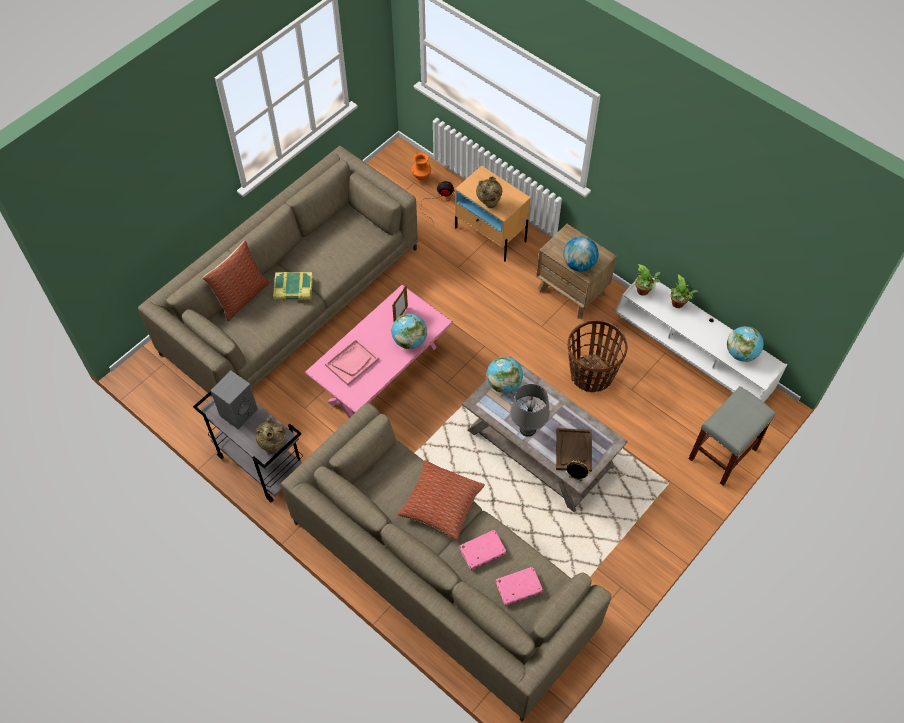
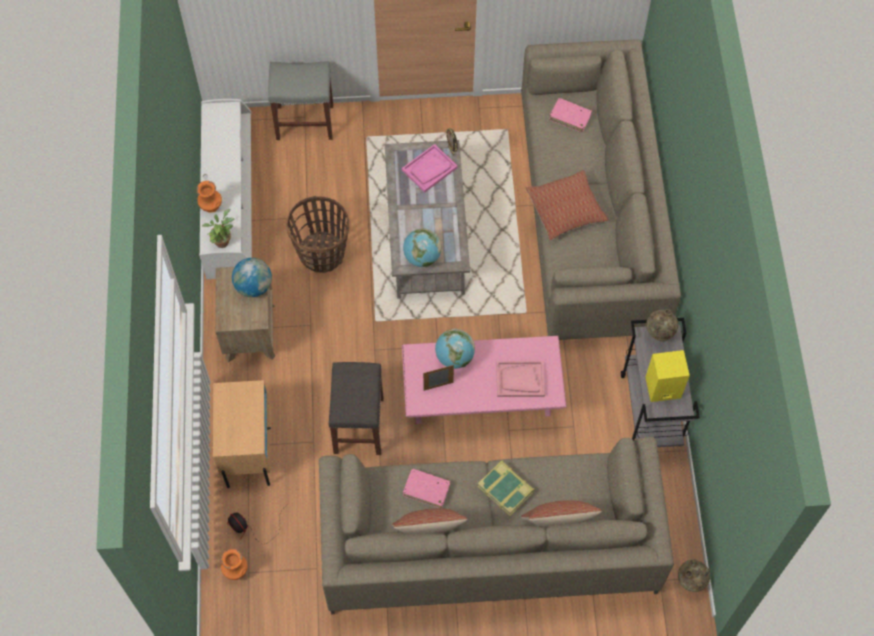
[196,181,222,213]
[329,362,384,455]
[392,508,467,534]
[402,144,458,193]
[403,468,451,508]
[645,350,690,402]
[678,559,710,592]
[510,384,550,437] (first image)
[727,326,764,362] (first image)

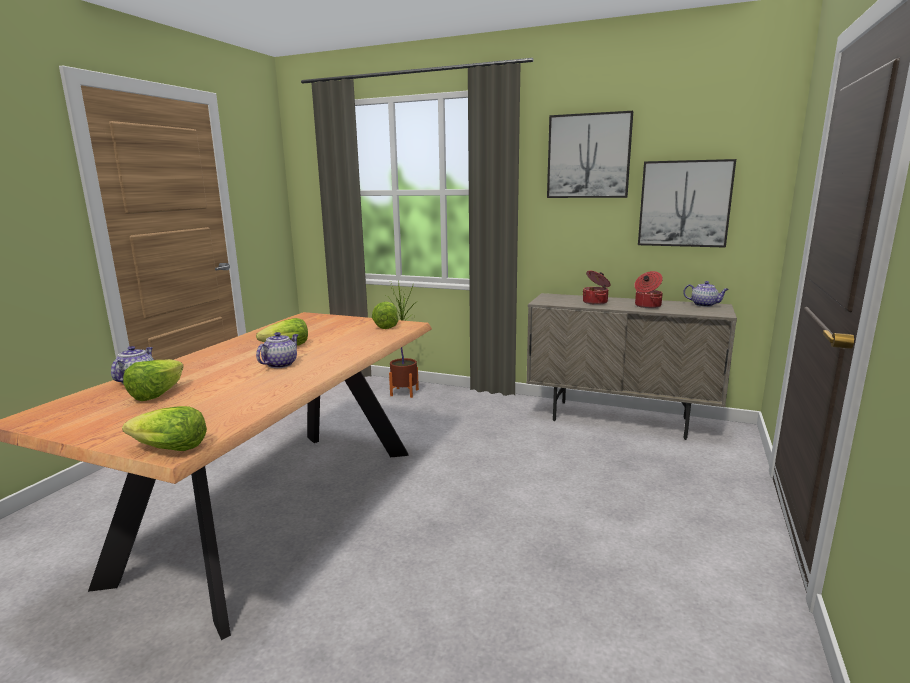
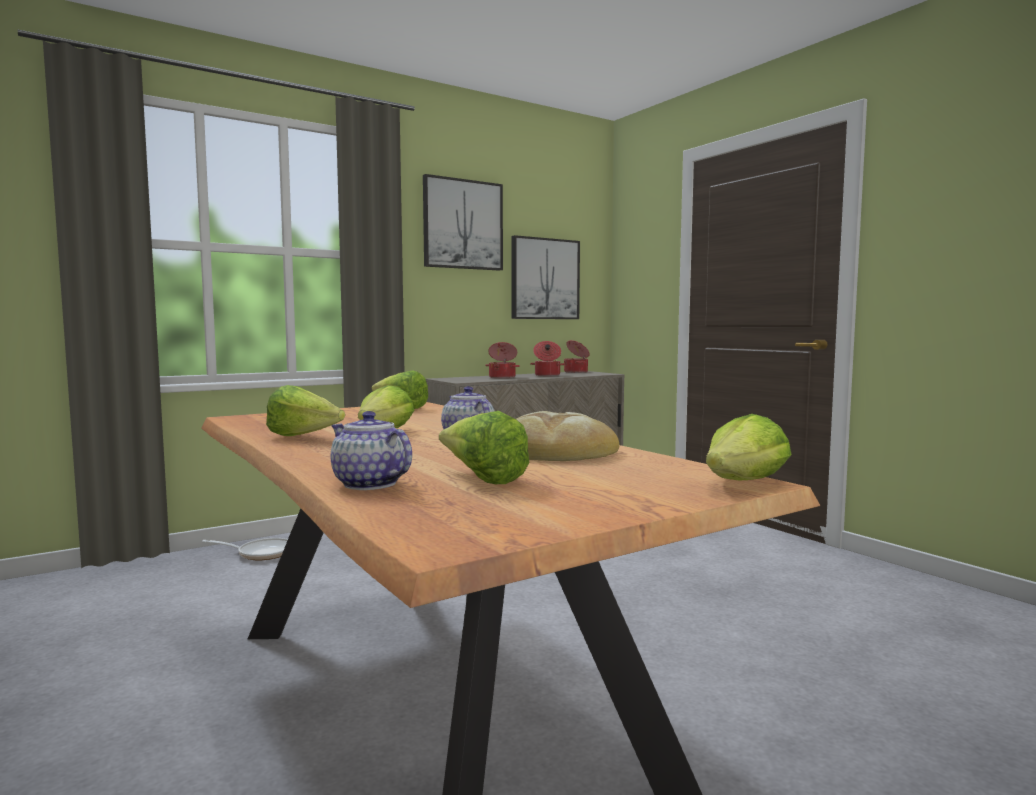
[202,538,288,560]
[266,385,345,436]
[516,411,619,461]
[564,340,590,373]

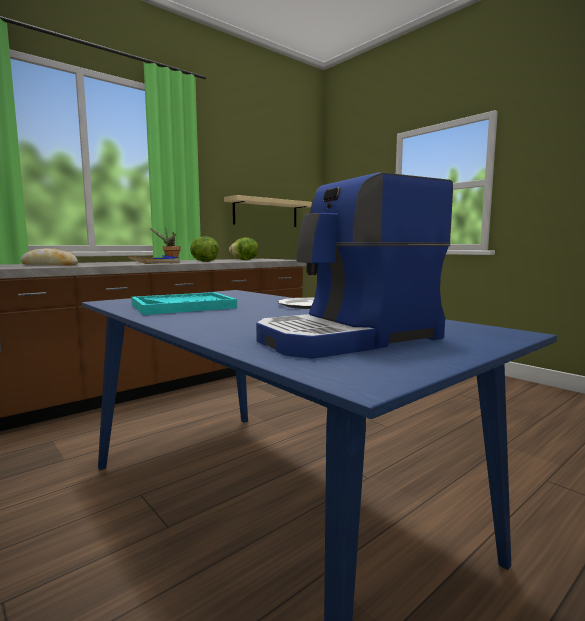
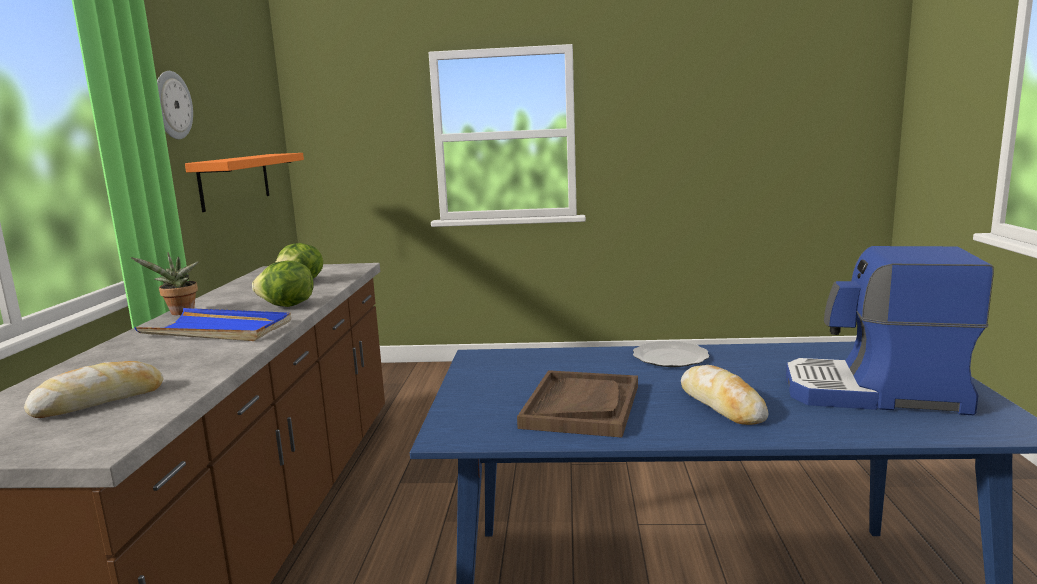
[157,71,193,139]
[185,153,304,212]
[517,370,638,438]
[681,365,768,425]
[786,246,994,415]

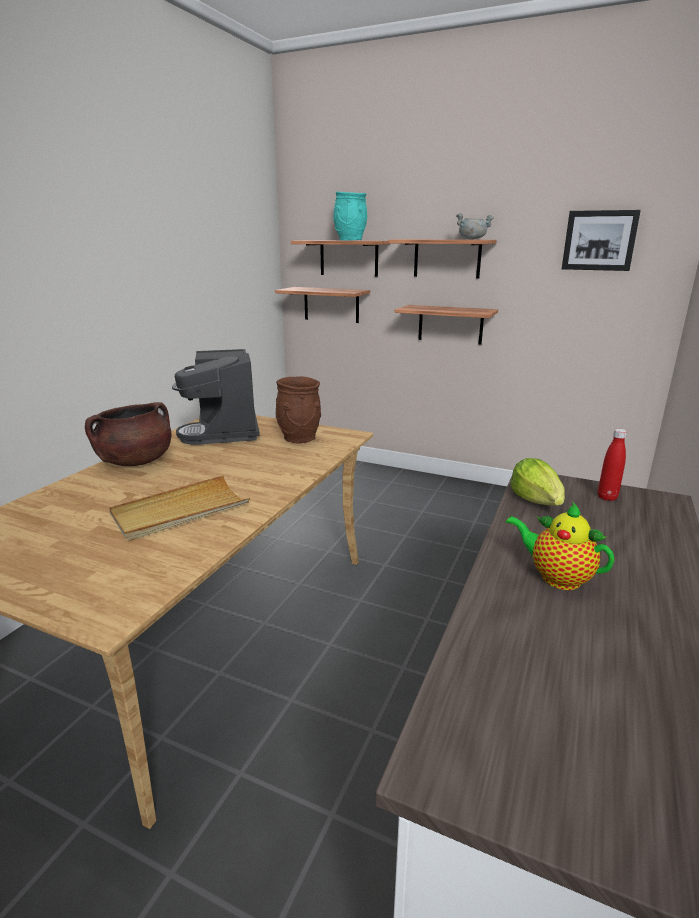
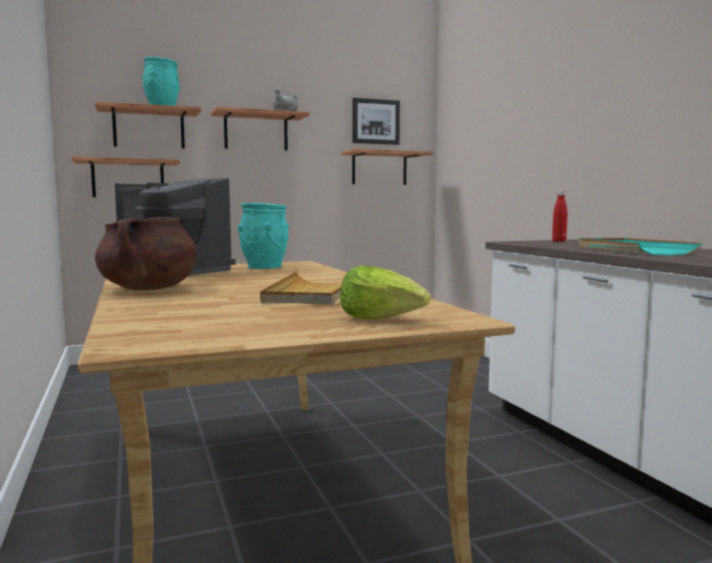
[238,203,289,269]
[340,265,431,319]
[341,149,433,185]
[578,238,702,256]

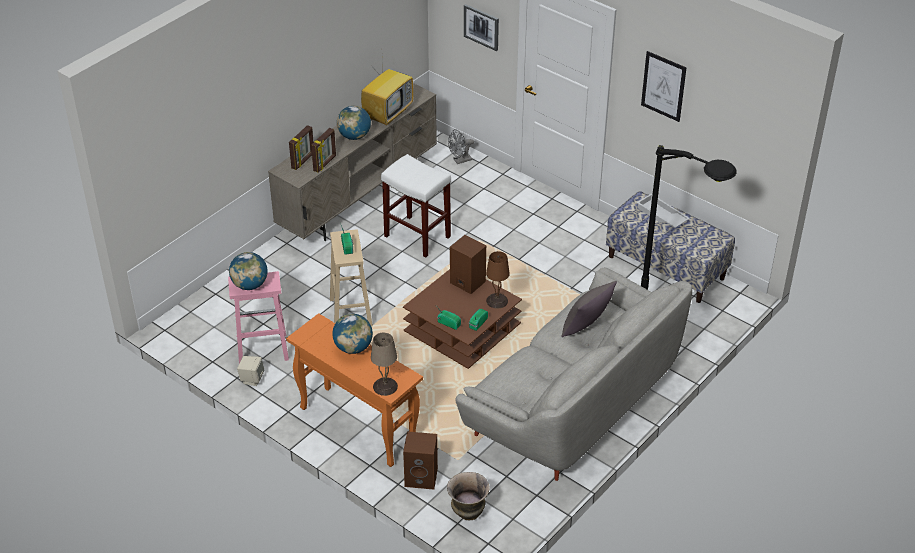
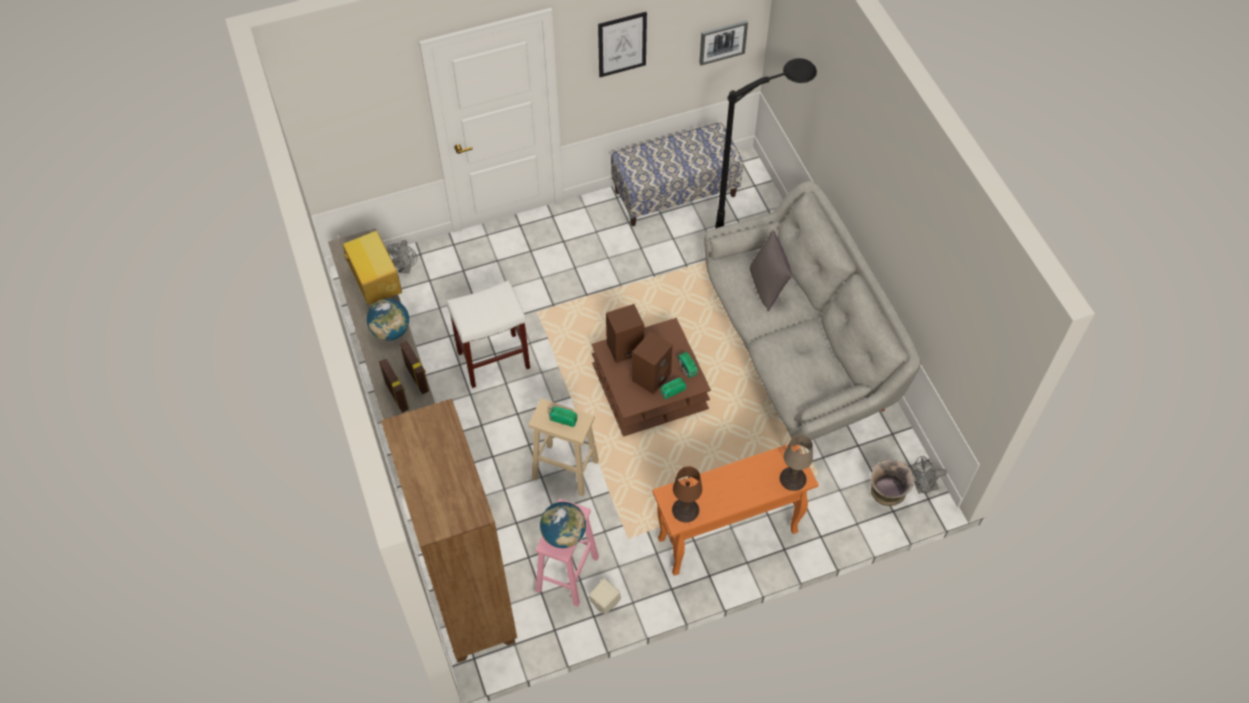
[381,399,517,663]
[632,331,673,394]
[672,466,702,522]
[699,20,748,65]
[912,456,947,494]
[332,314,373,354] (first image)
[637,194,690,228] (first image)

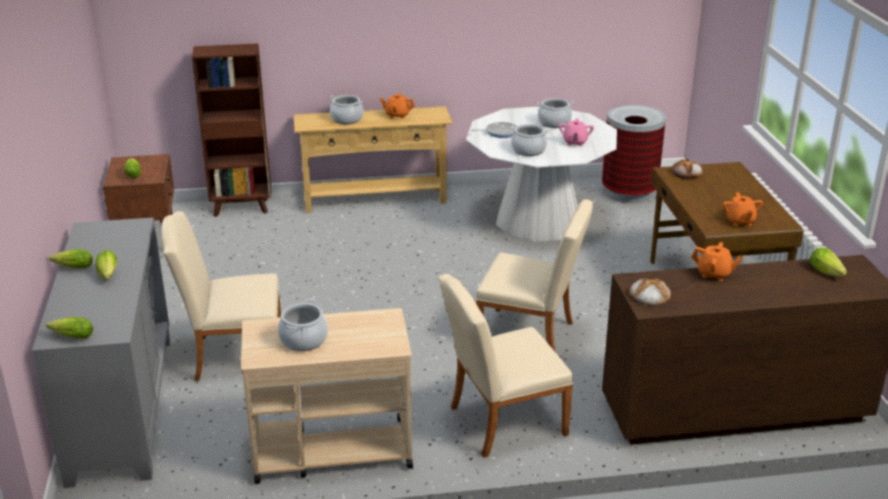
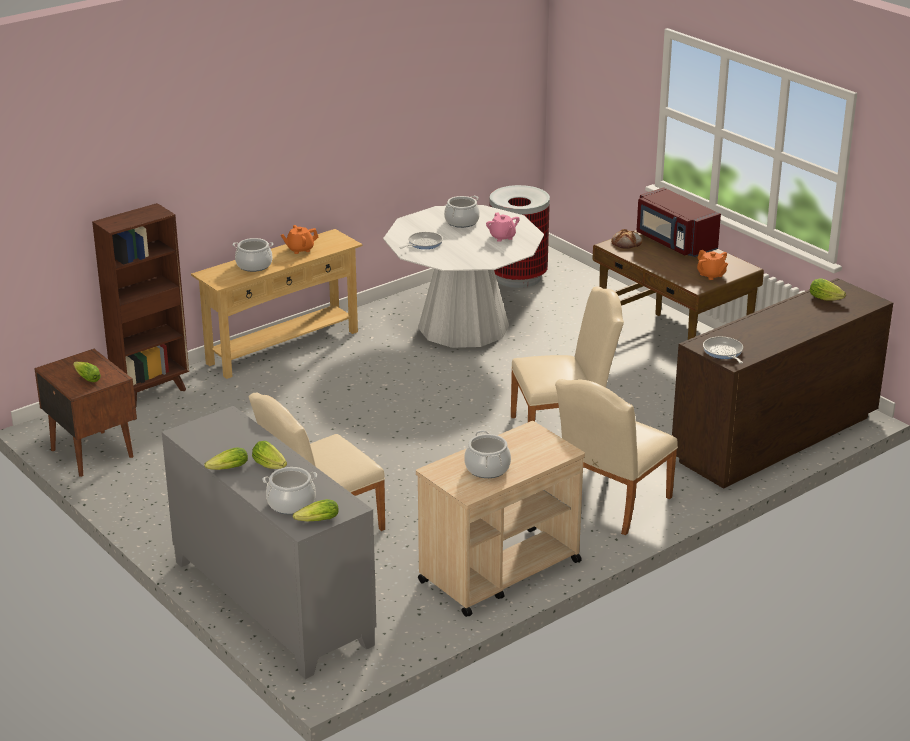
[263,467,317,515]
[637,187,721,257]
[703,337,743,364]
[691,242,743,281] (first image)

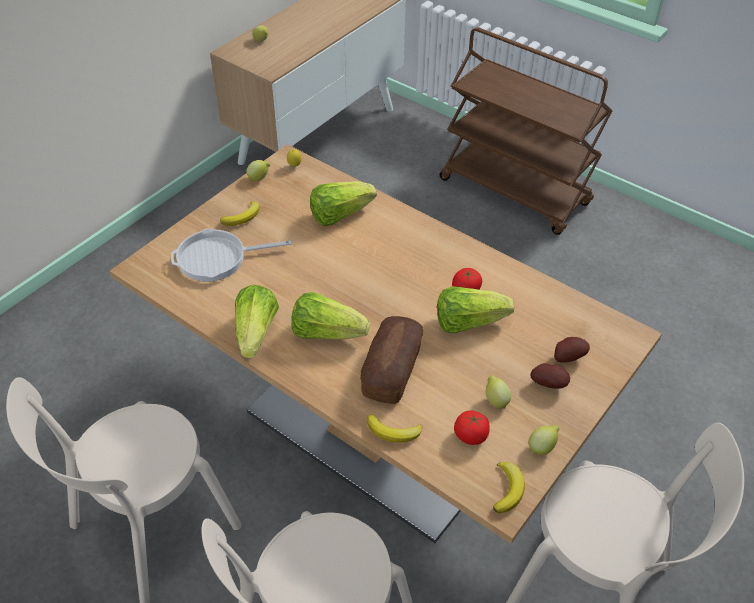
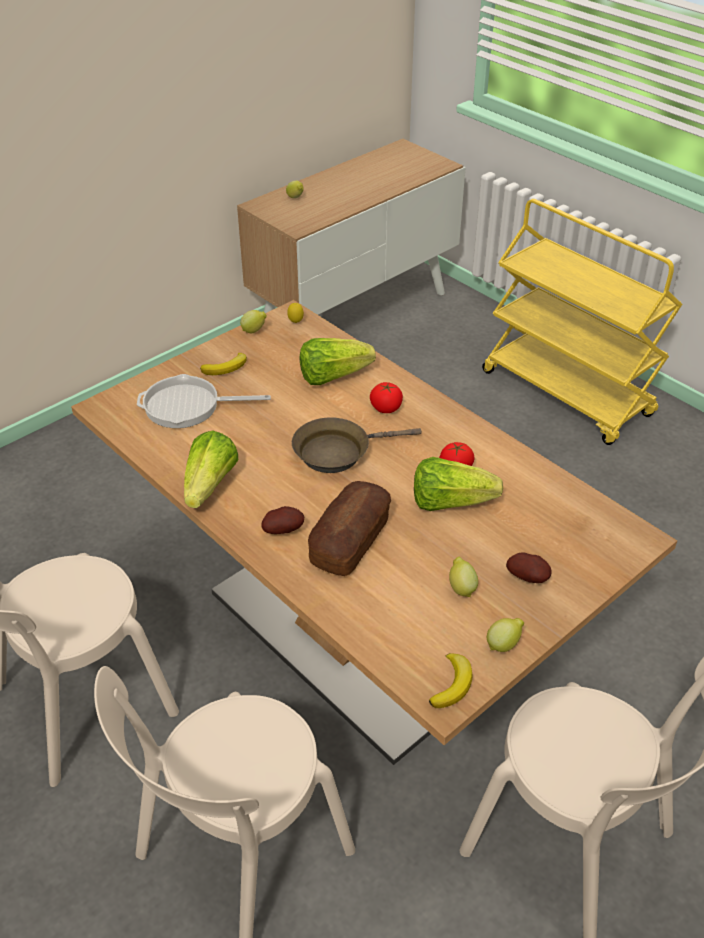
[262,506,304,534]
[292,417,422,473]
[370,382,403,413]
[482,199,682,445]
[291,292,370,339] (first image)
[367,414,422,443] (first image)

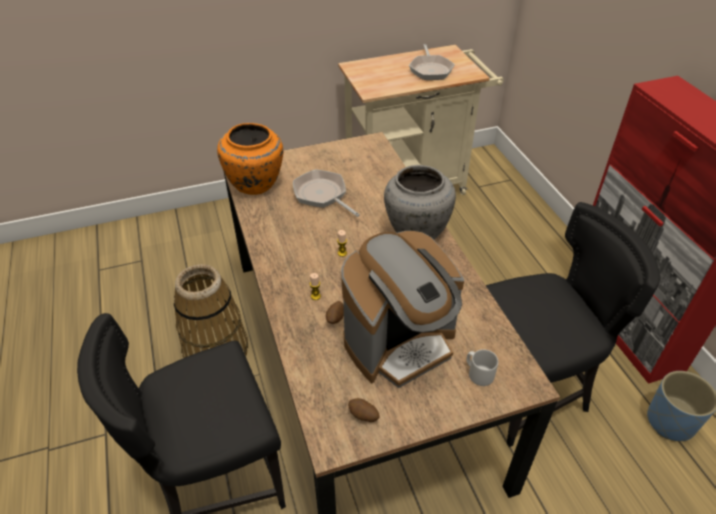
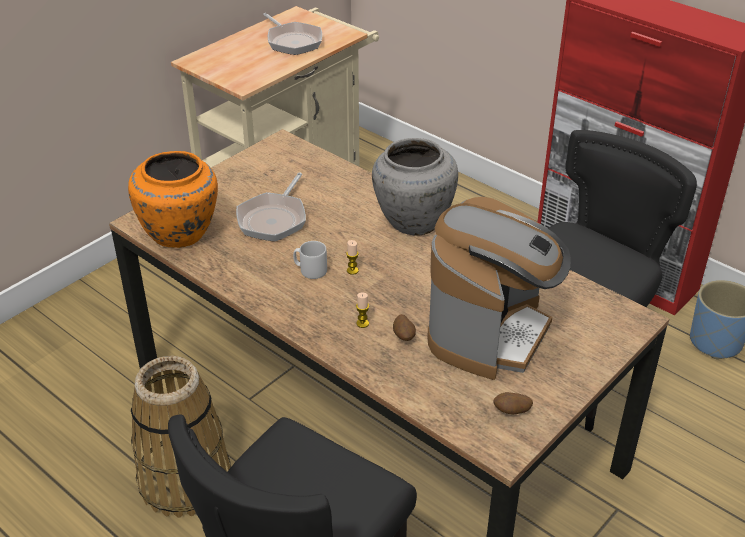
[236,173,306,242]
[293,241,327,279]

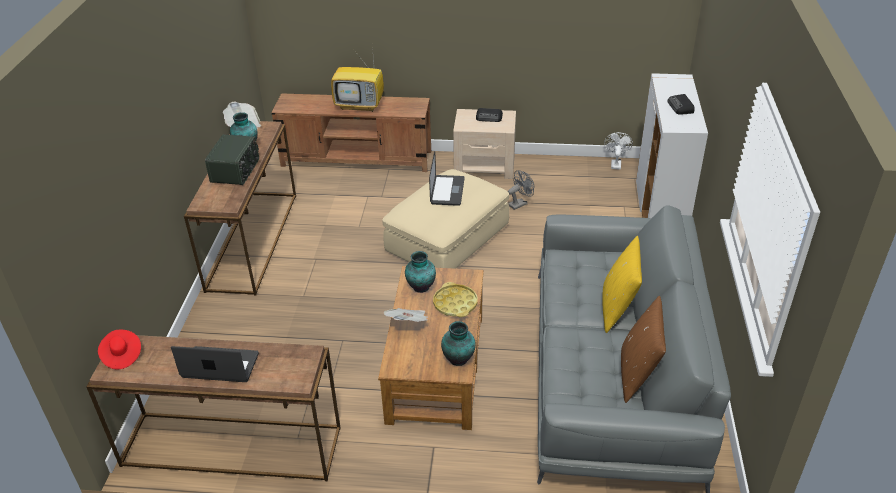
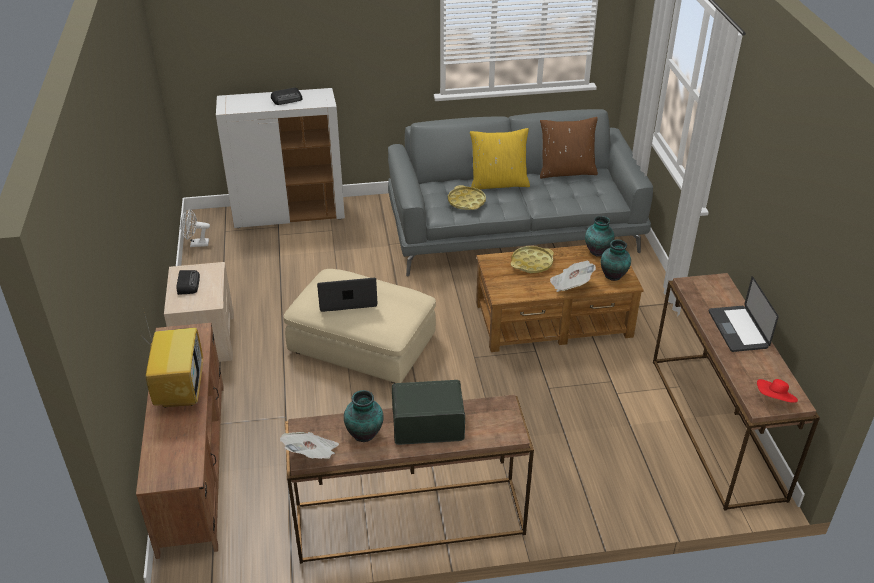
[448,185,486,210]
[601,239,631,281]
[508,170,534,210] (first image)

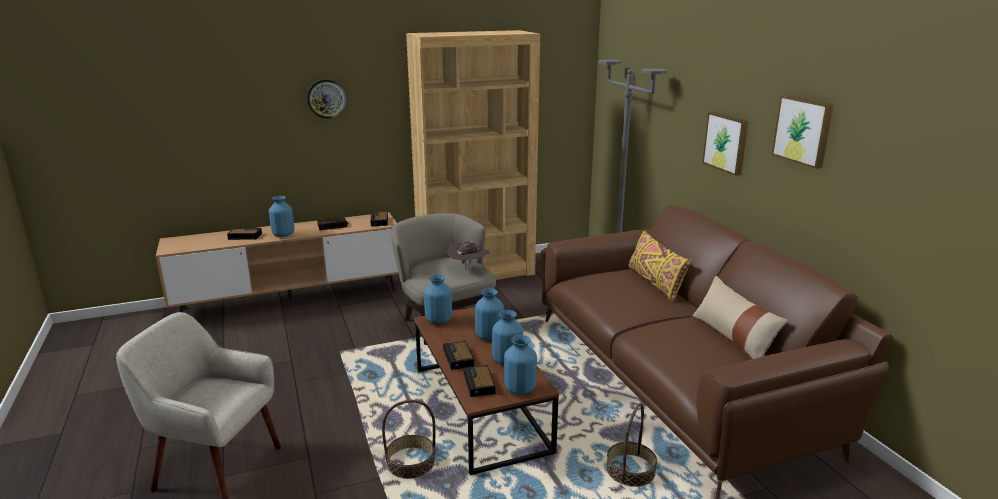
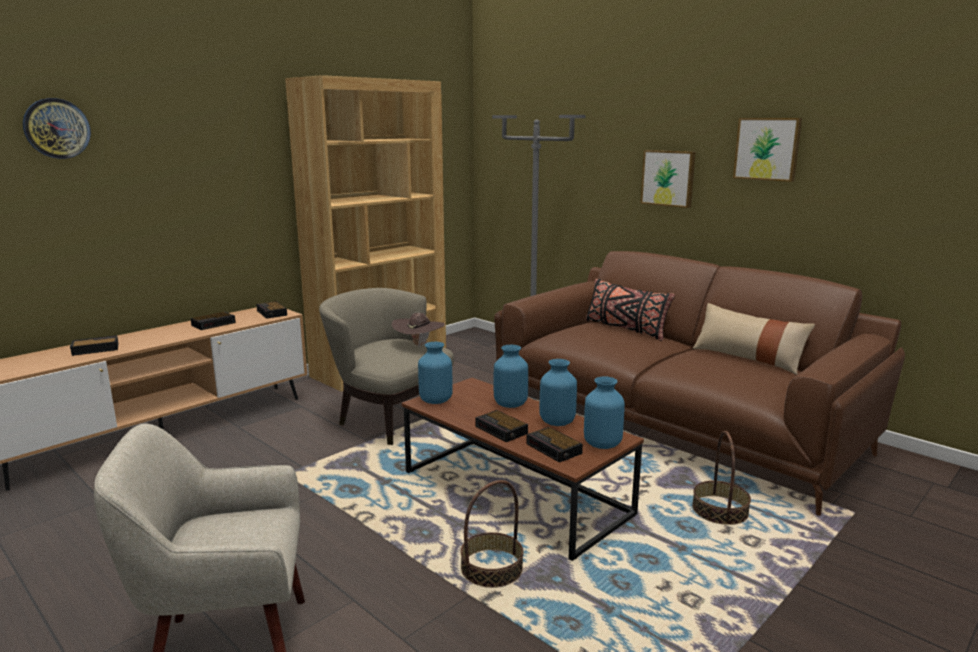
[23,98,91,159]
[586,279,675,341]
[269,196,295,237] (first image)

